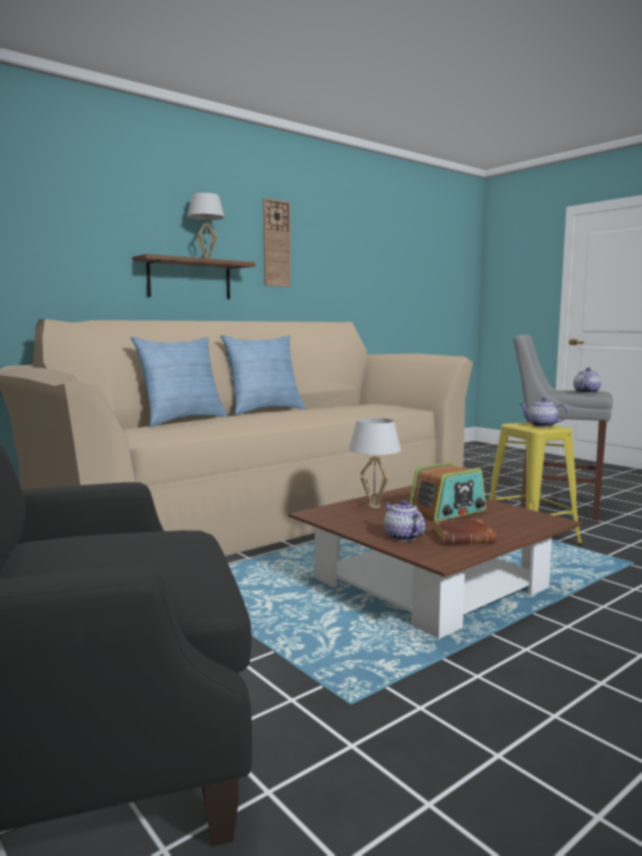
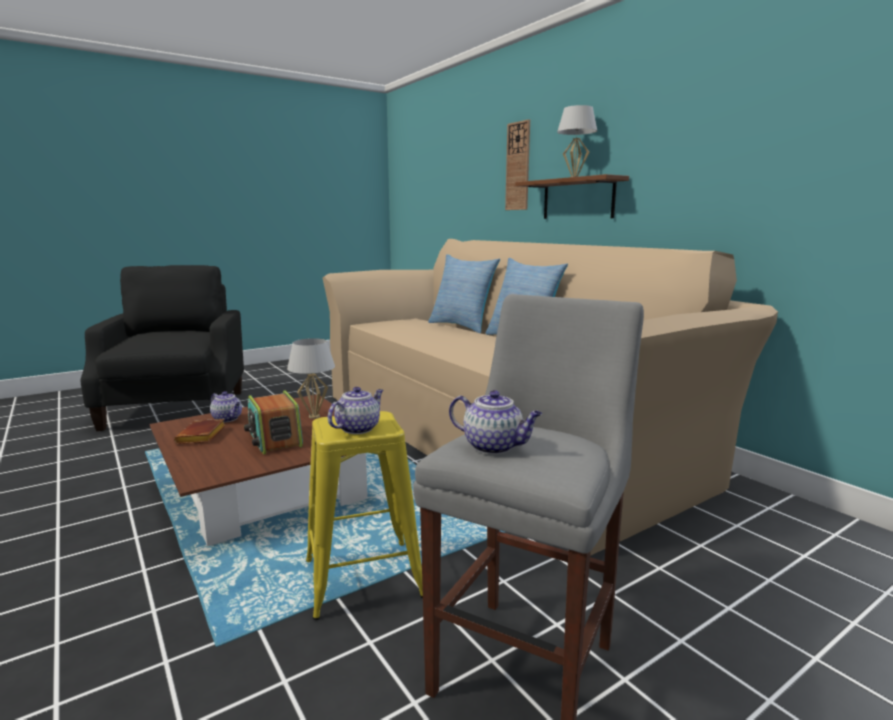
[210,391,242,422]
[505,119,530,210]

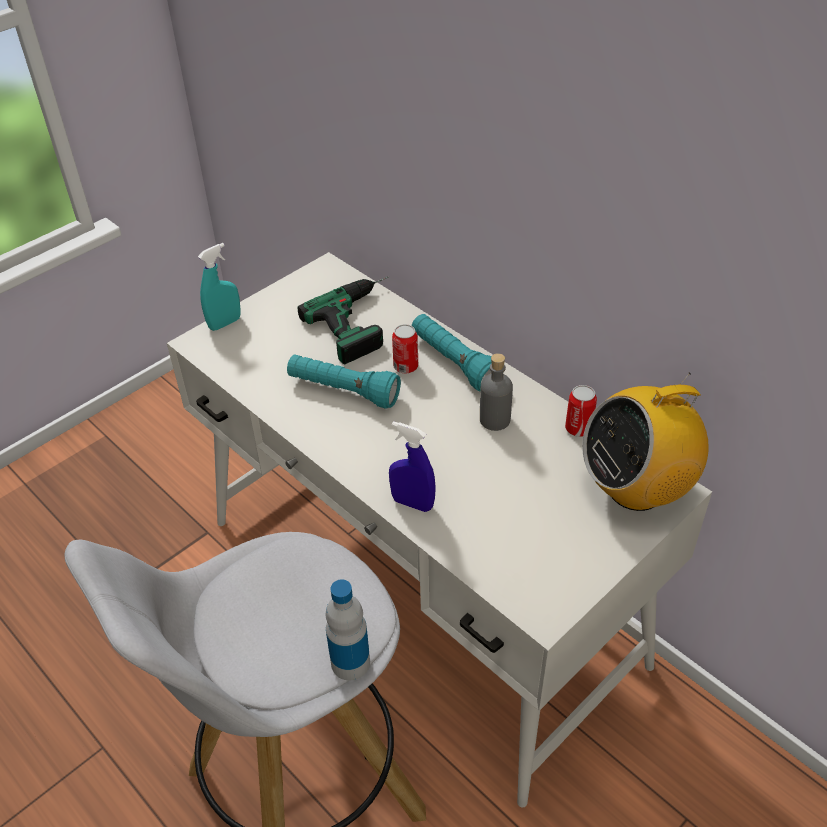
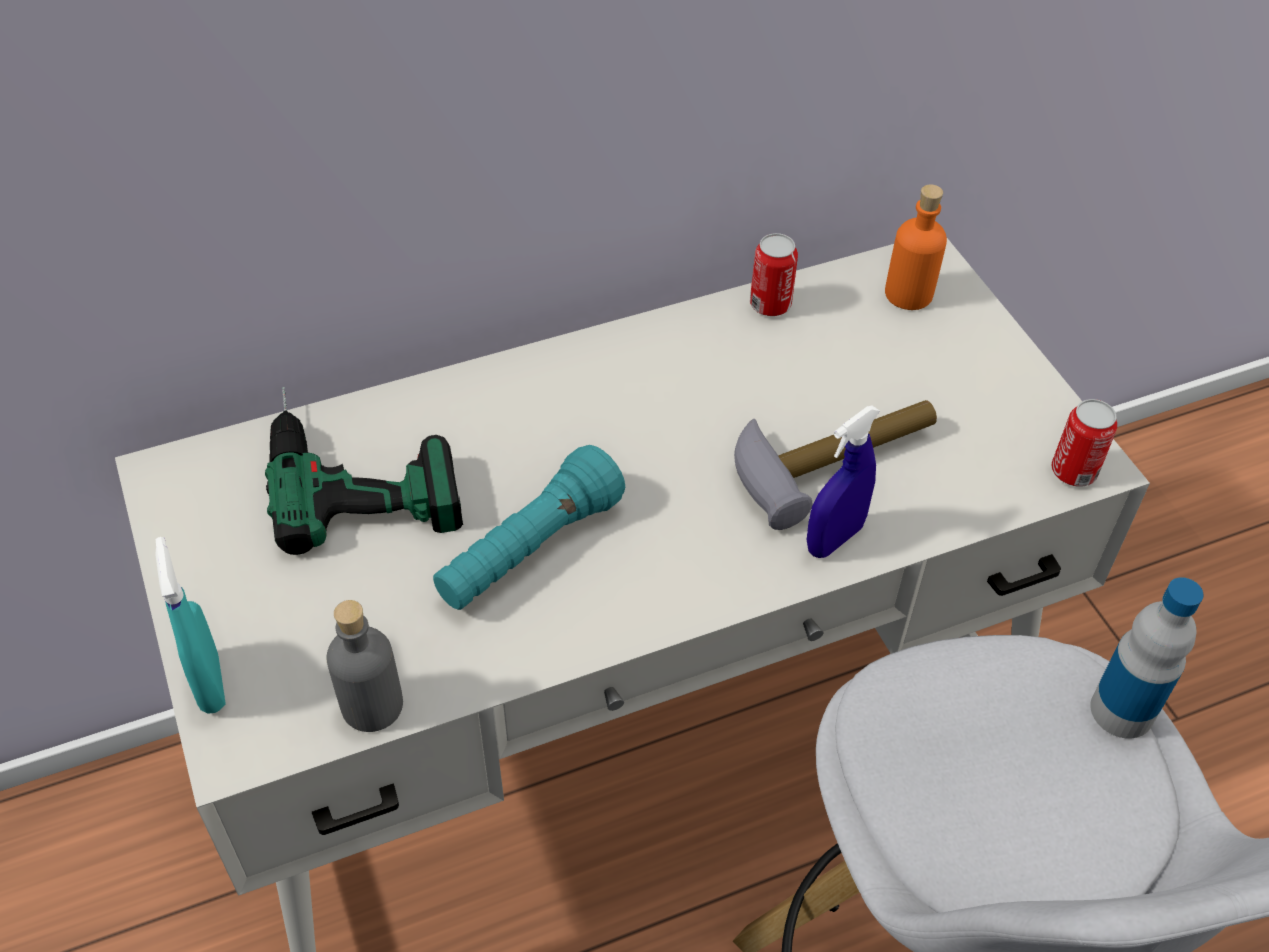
[326,600,403,732]
[734,400,937,530]
[885,184,947,310]
[1052,399,1117,487]
[412,314,492,391] (first image)

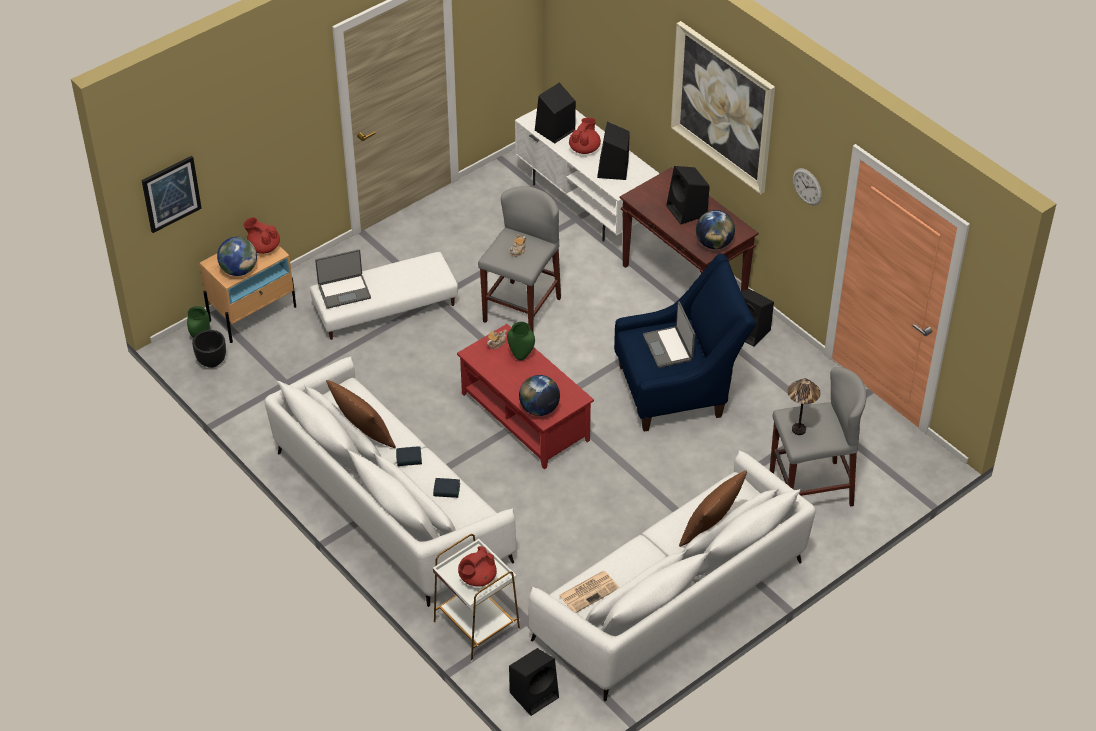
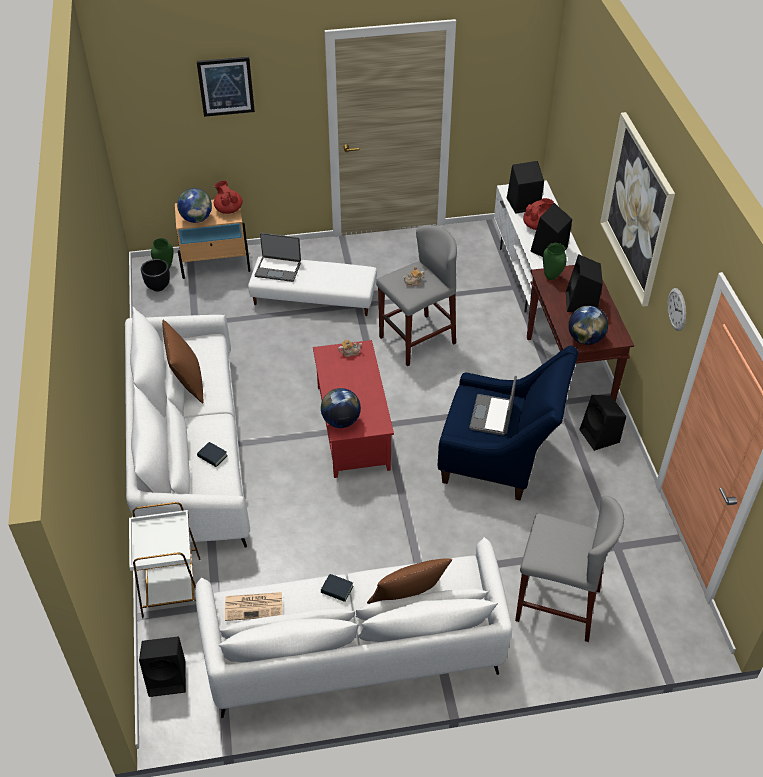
[197,56,255,117]
[321,574,353,602]
[543,243,566,280]
[458,546,497,587] (first image)
[787,378,821,435] (first image)

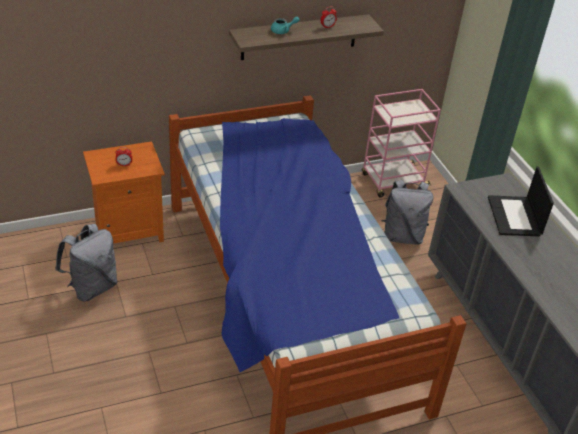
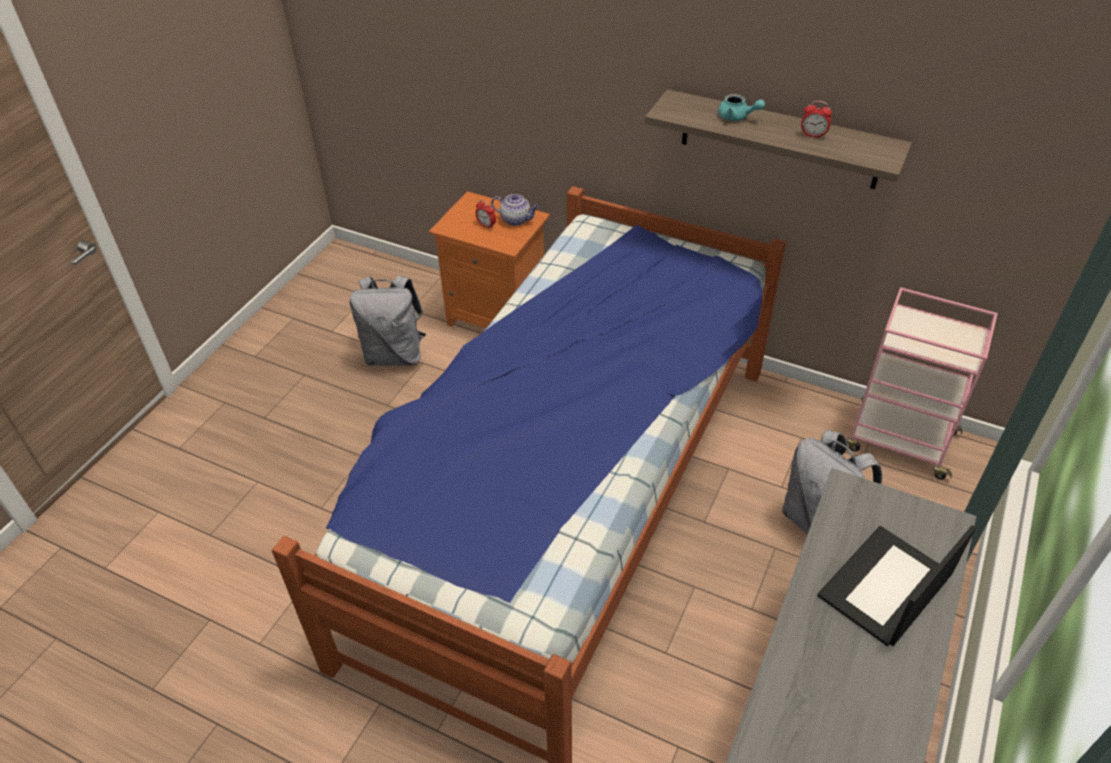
[491,194,539,226]

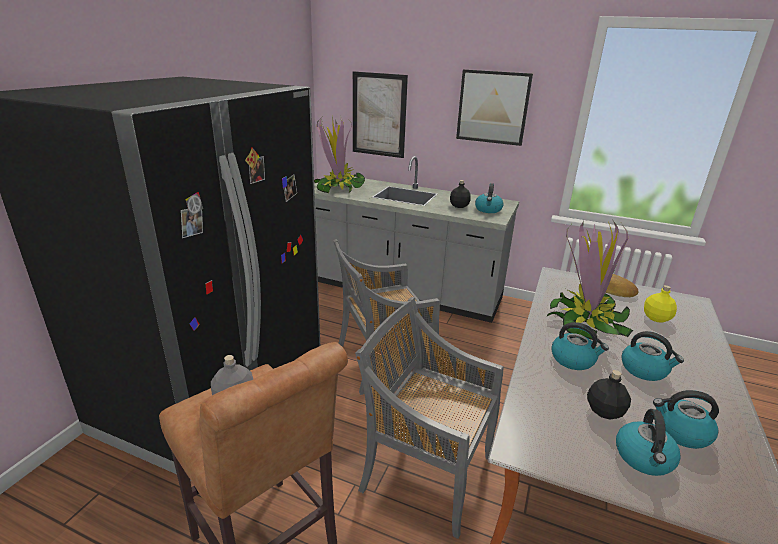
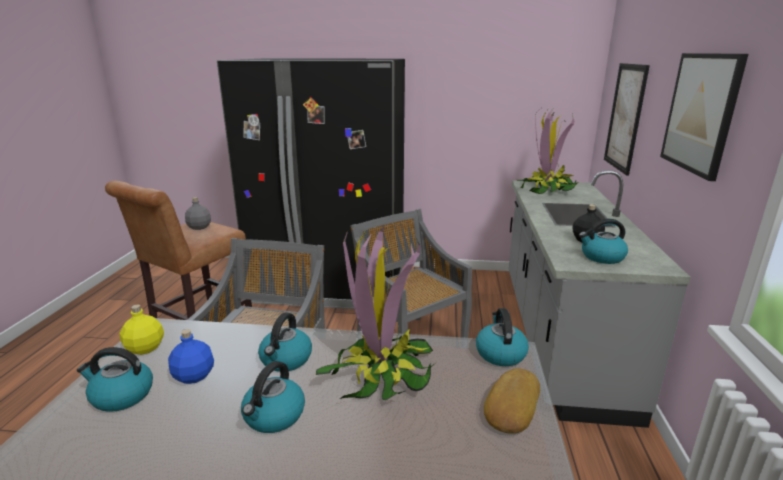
[119,304,164,355]
[168,329,214,384]
[476,308,529,366]

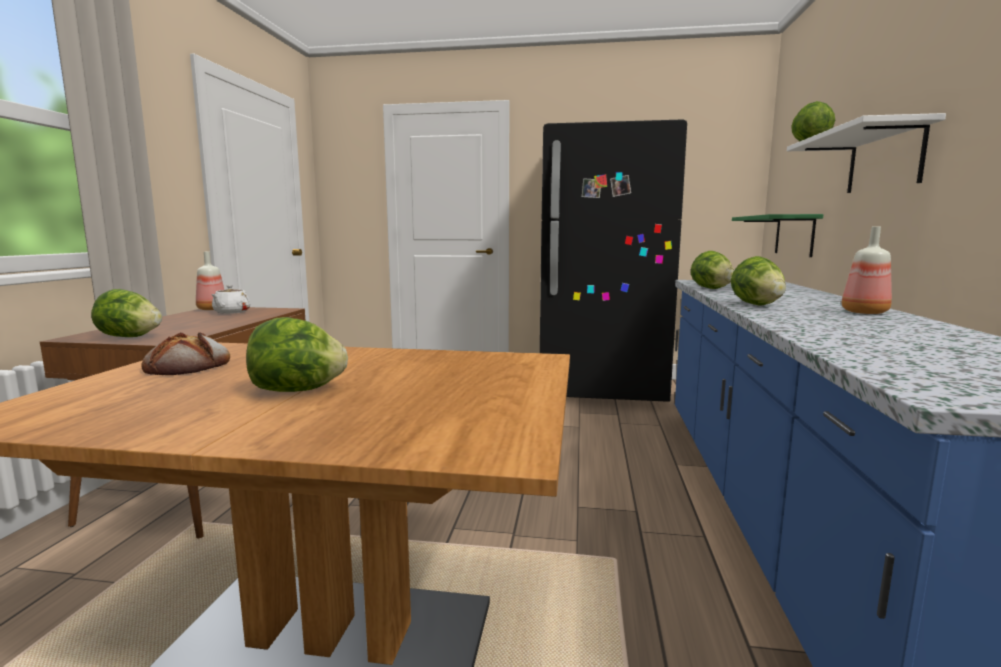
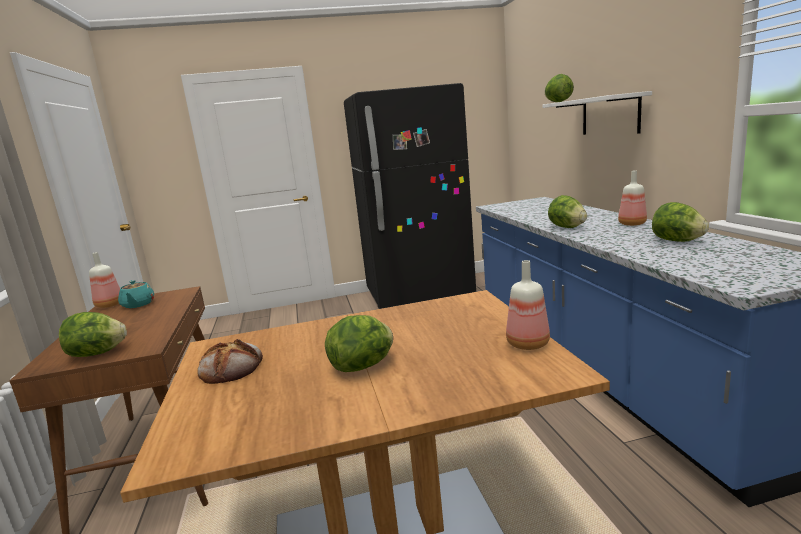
[118,280,154,308]
[506,260,550,350]
[652,202,709,242]
[732,214,824,257] (first image)

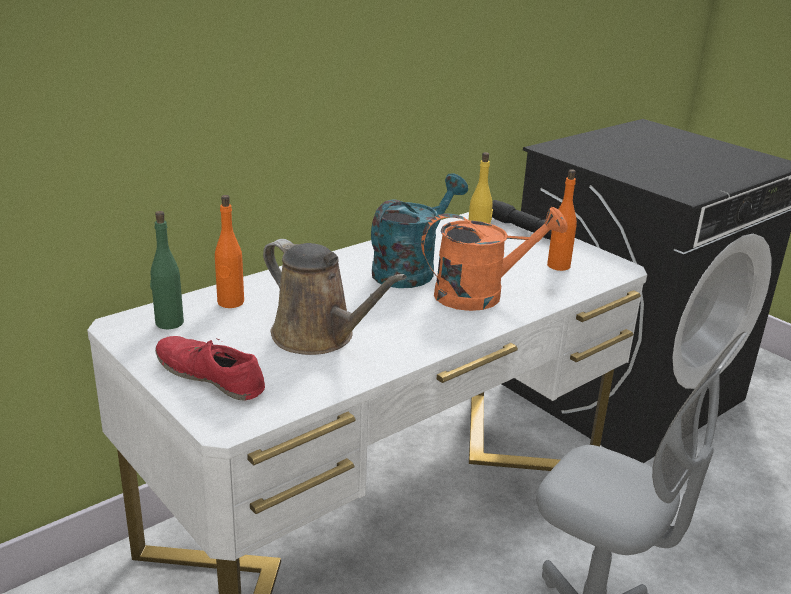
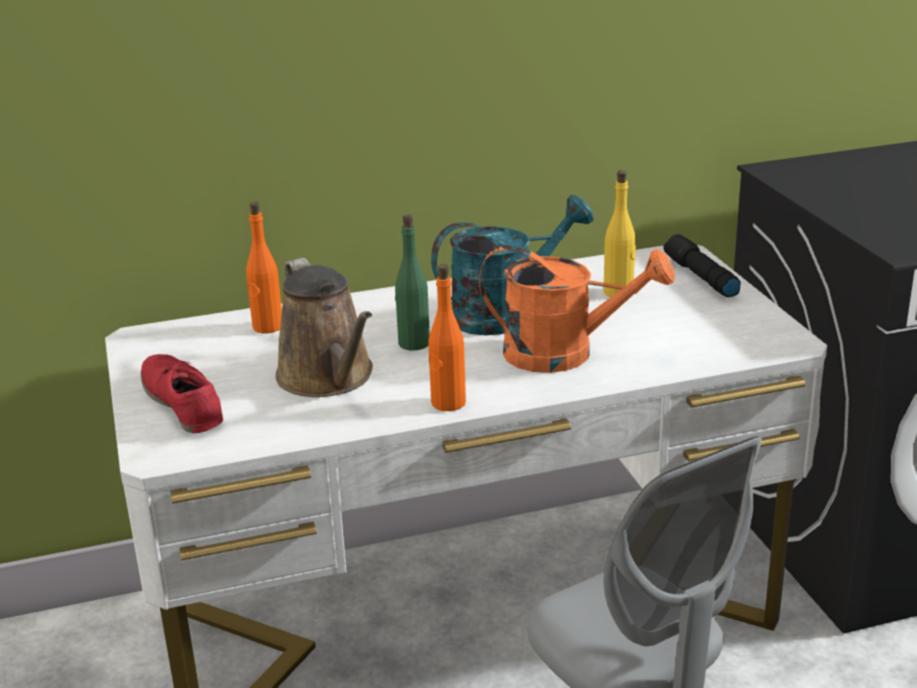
[395,214,430,350]
[428,264,466,411]

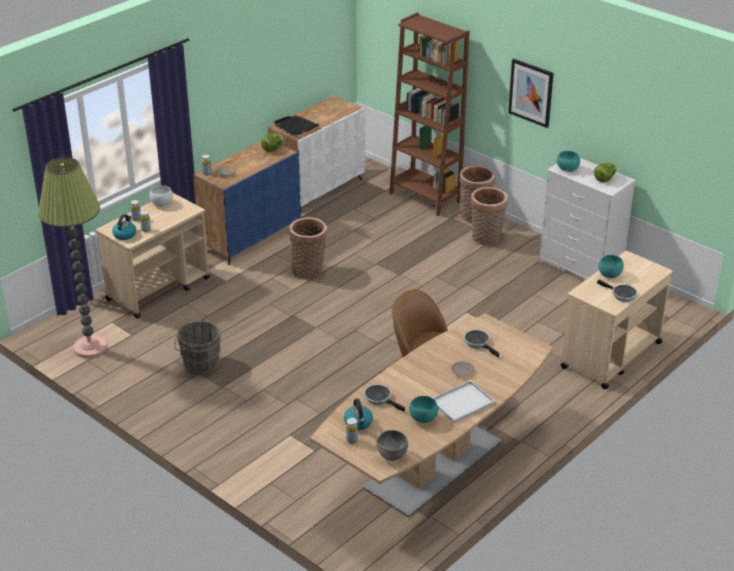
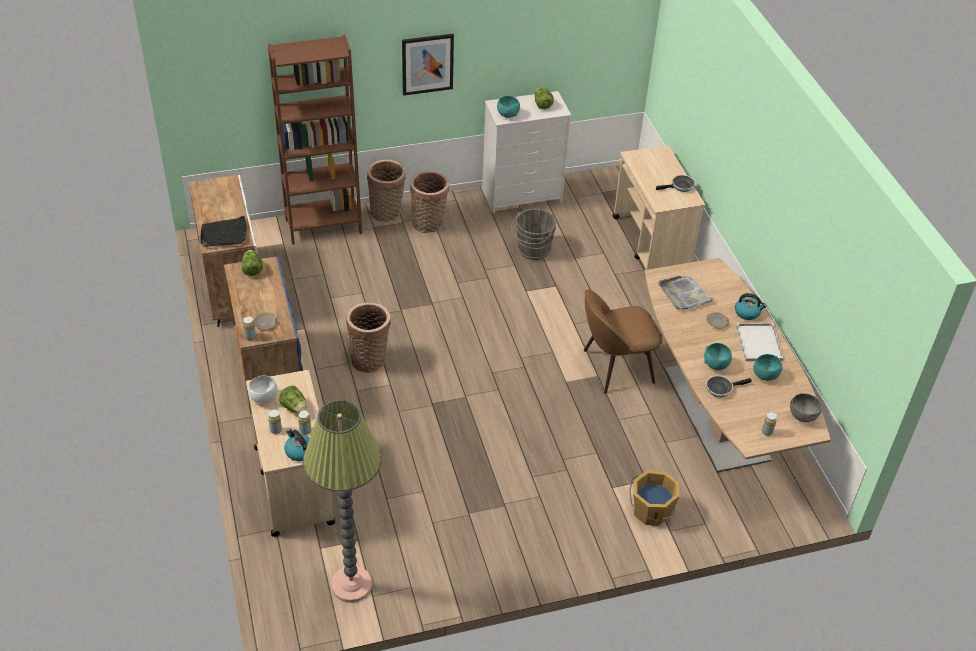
[279,386,307,414]
[511,209,556,260]
[629,470,679,526]
[659,276,714,310]
[704,343,732,370]
[735,293,767,320]

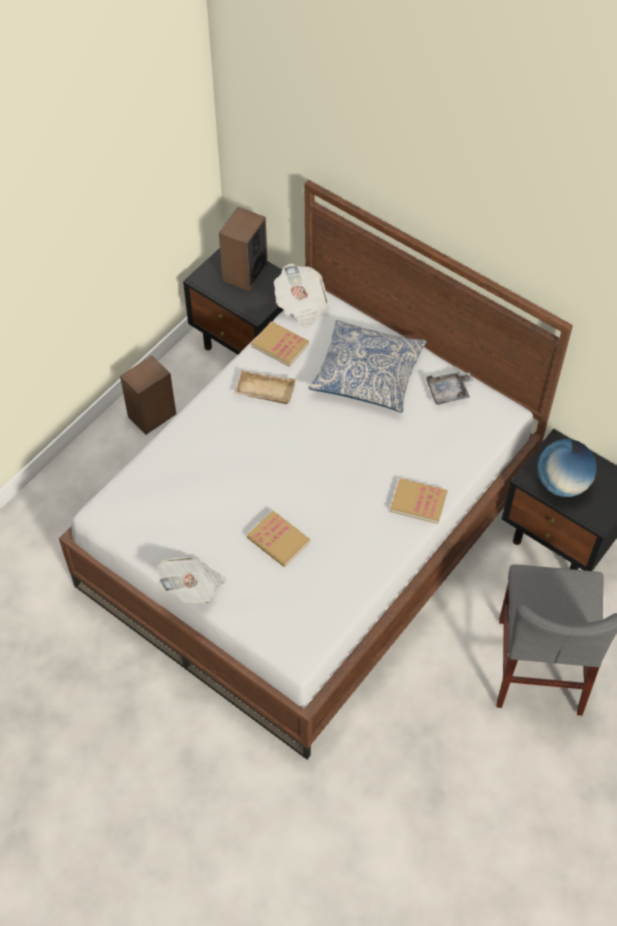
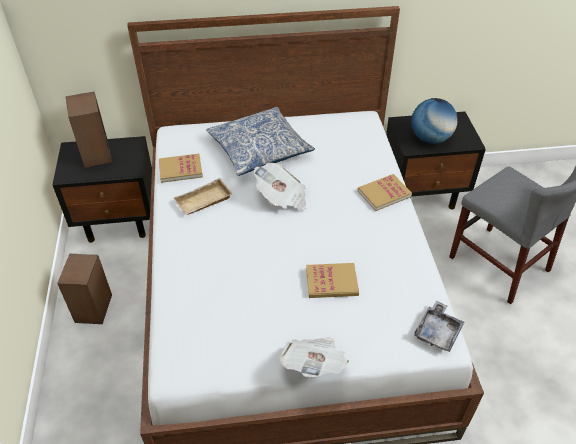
[254,163,306,210]
[414,301,464,352]

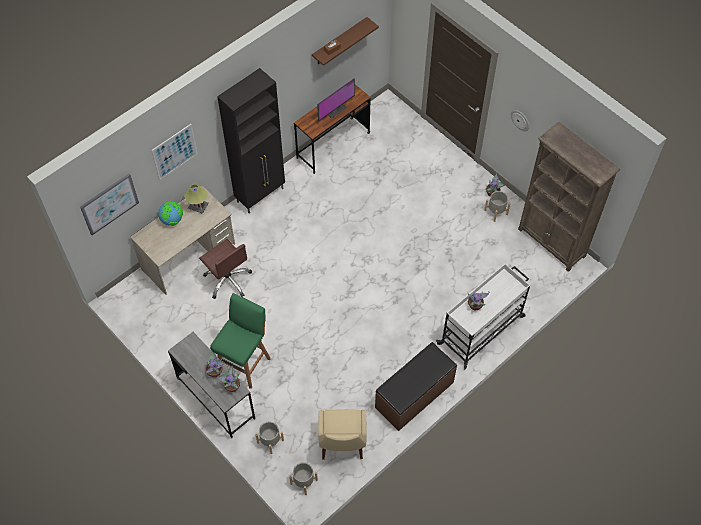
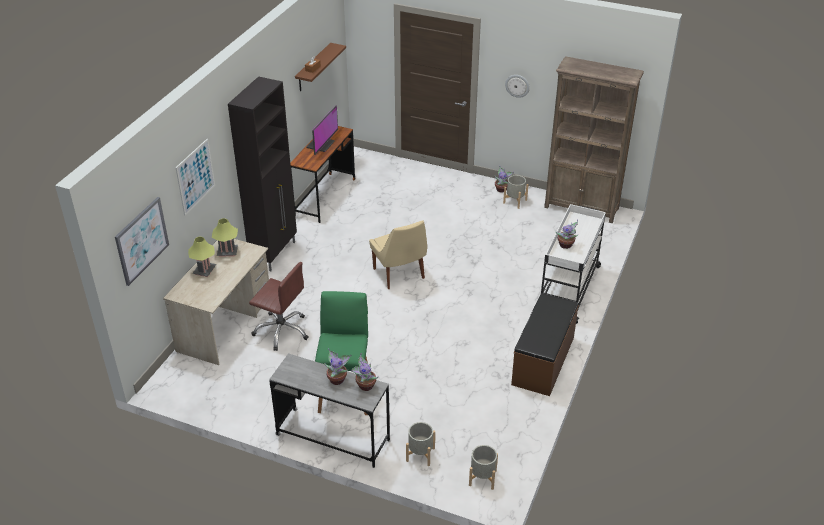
[188,237,216,277]
[369,220,427,289]

